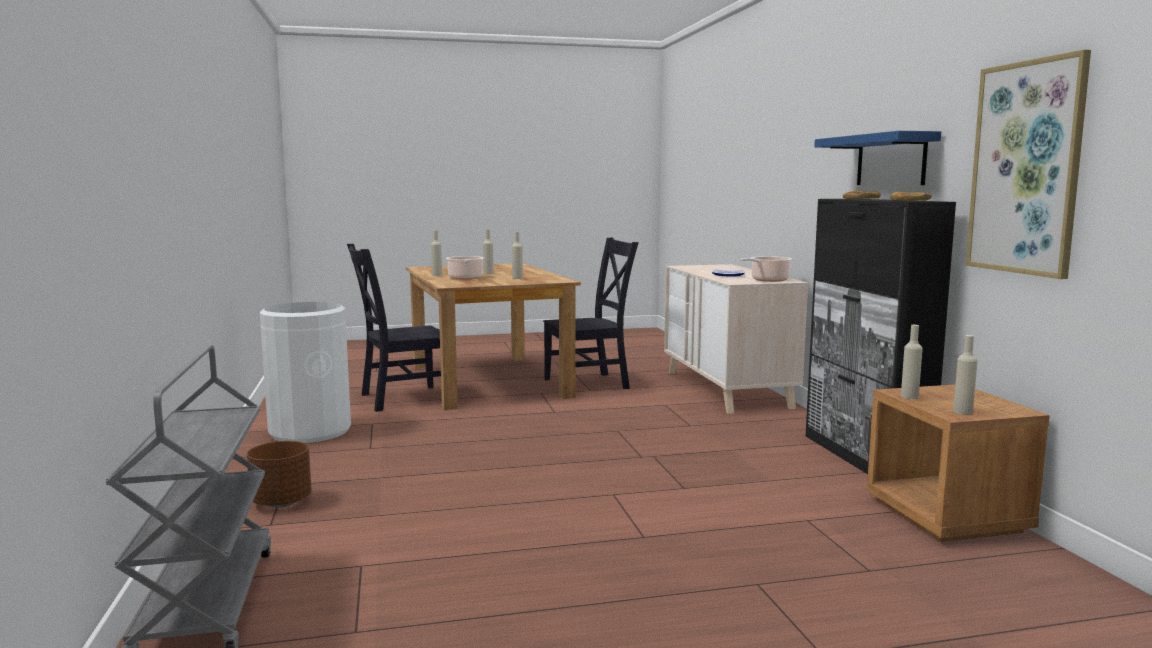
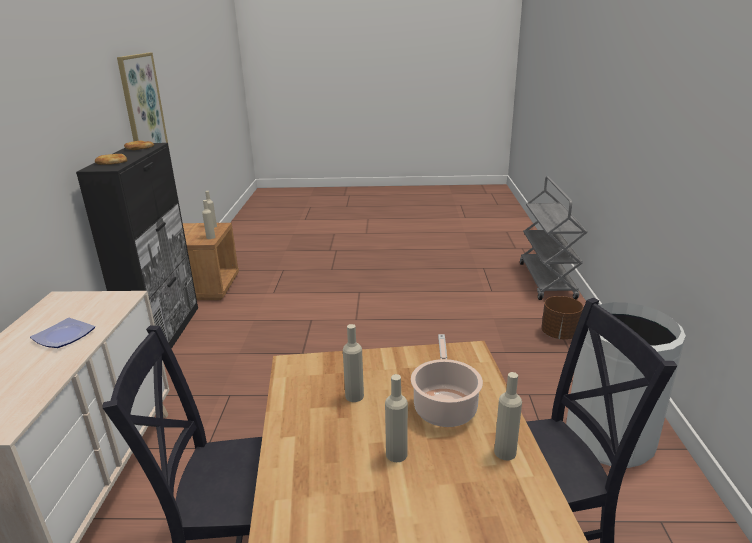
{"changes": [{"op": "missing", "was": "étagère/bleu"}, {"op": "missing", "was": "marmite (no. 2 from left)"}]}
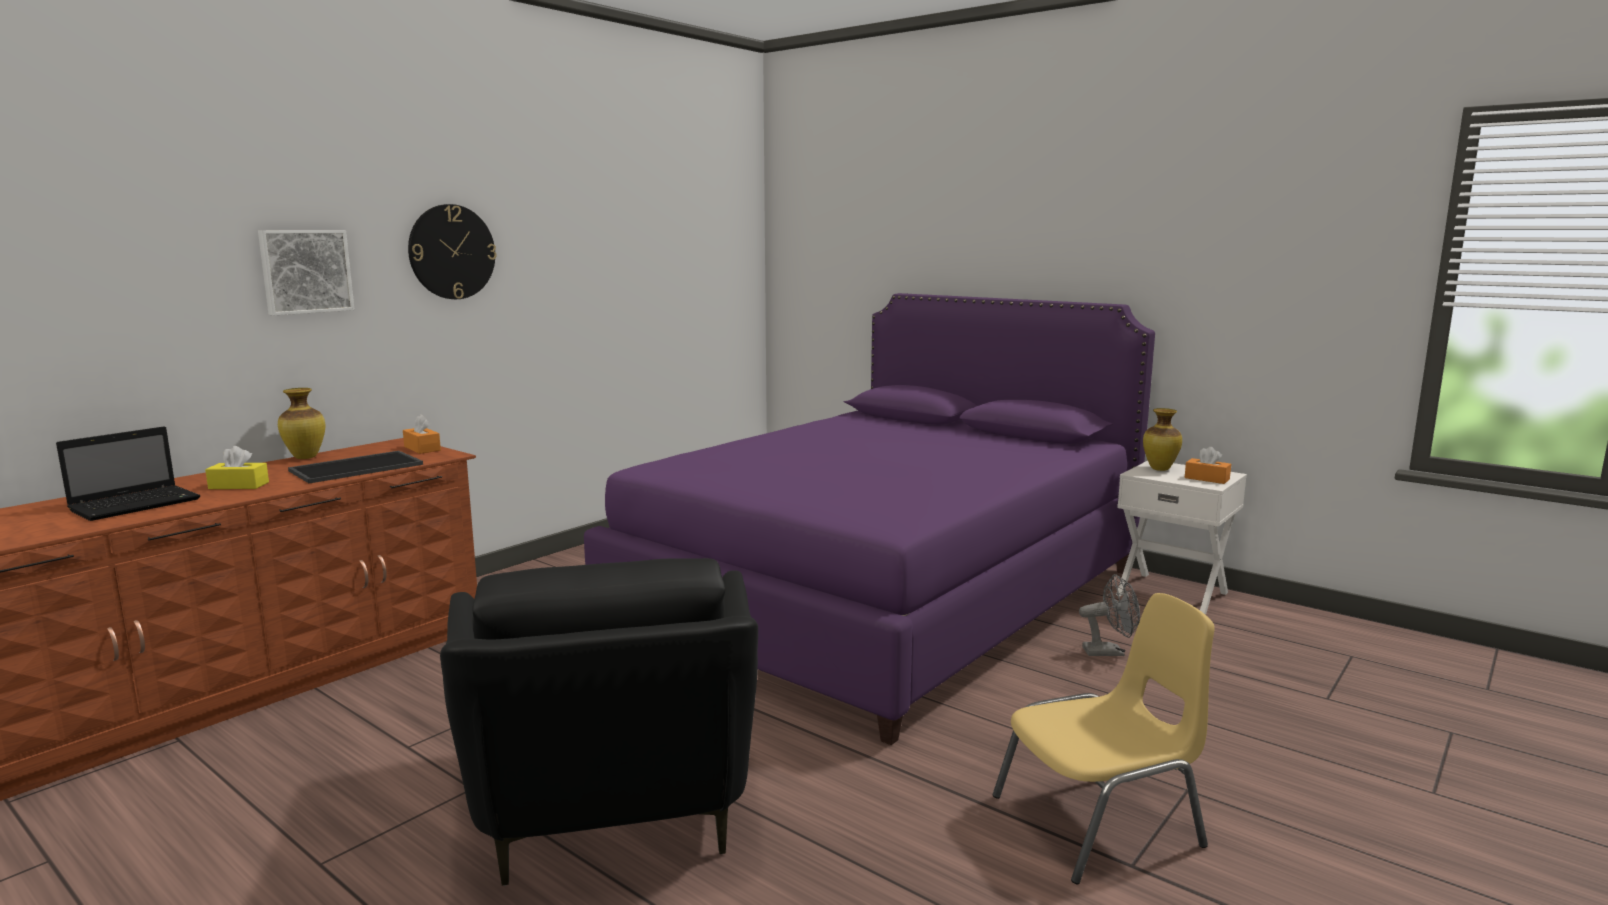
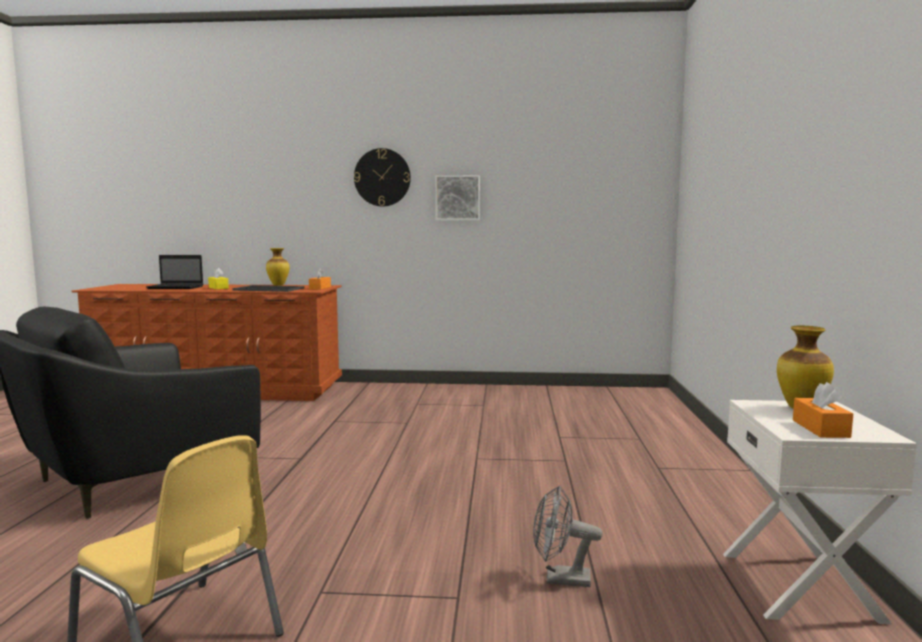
{"changes": [{"op": "relocated", "was": "tableau"}, {"op": "missing", "was": "lit/violet"}, {"op": "spun", "was": "ventilateur/gris", "clockwise": 135}]}
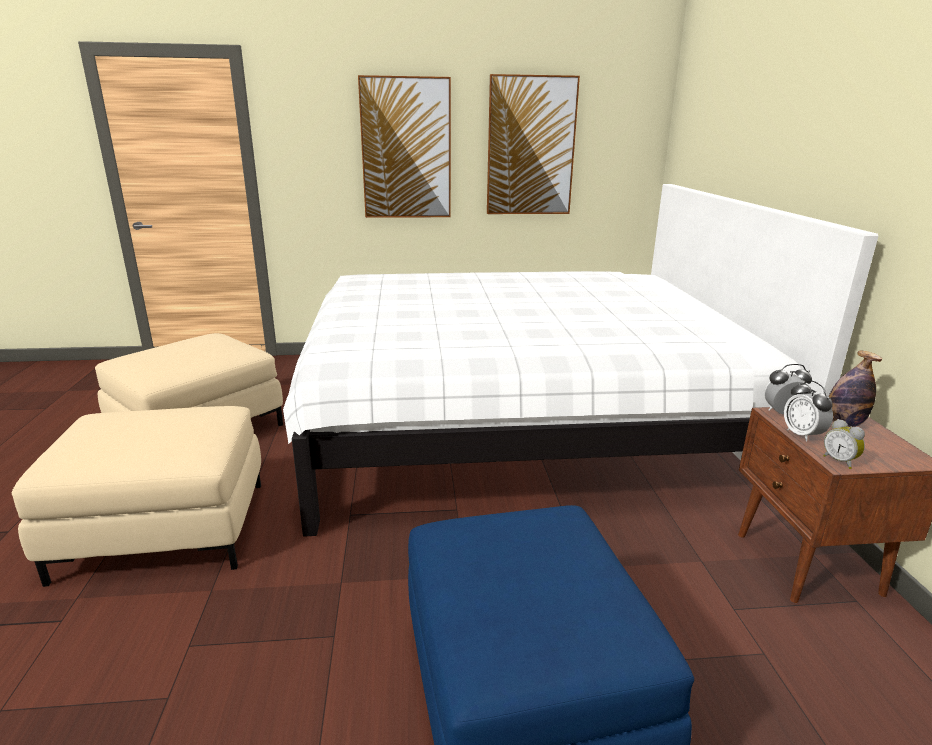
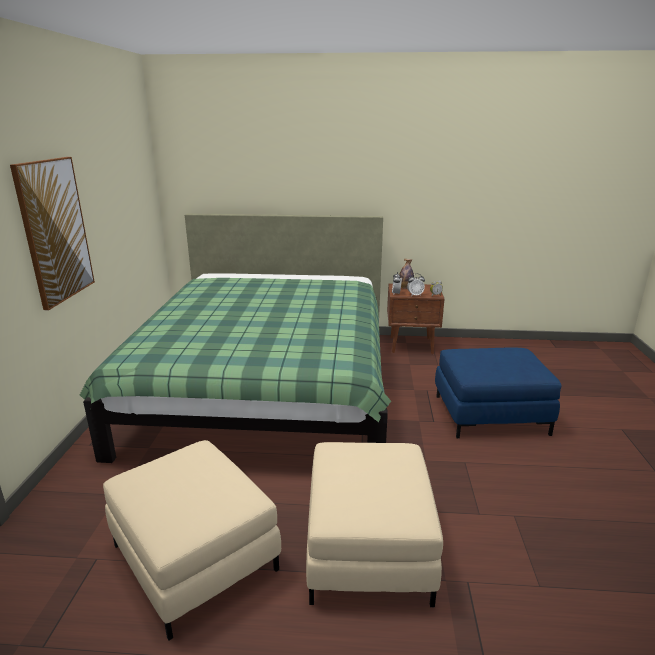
{"changes": [{"op": "missing", "was": "tableau (no. 2 from left)"}, {"op": "colour", "was": "lit/blanc", "now": "lit/vert"}]}
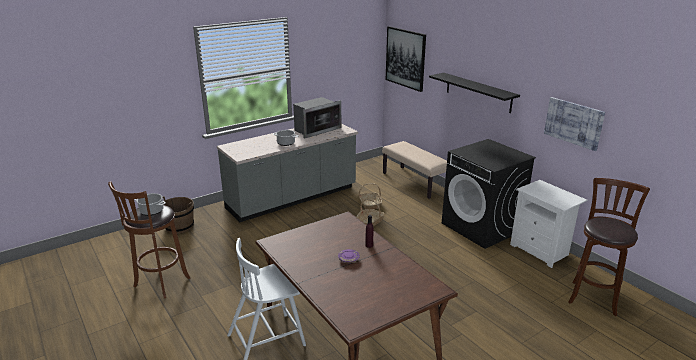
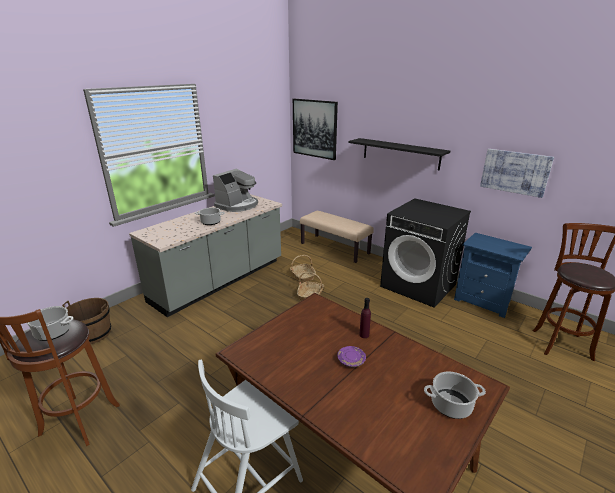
{"changes": [{"op": "exchanged", "was": "micro-ondes", "now": "machine à café"}, {"op": "colour", "was": "table de chevet/blanc", "now": "table de chevet/bleu"}, {"op": "appeared", "now": "marmite (no. 3 from left)"}]}
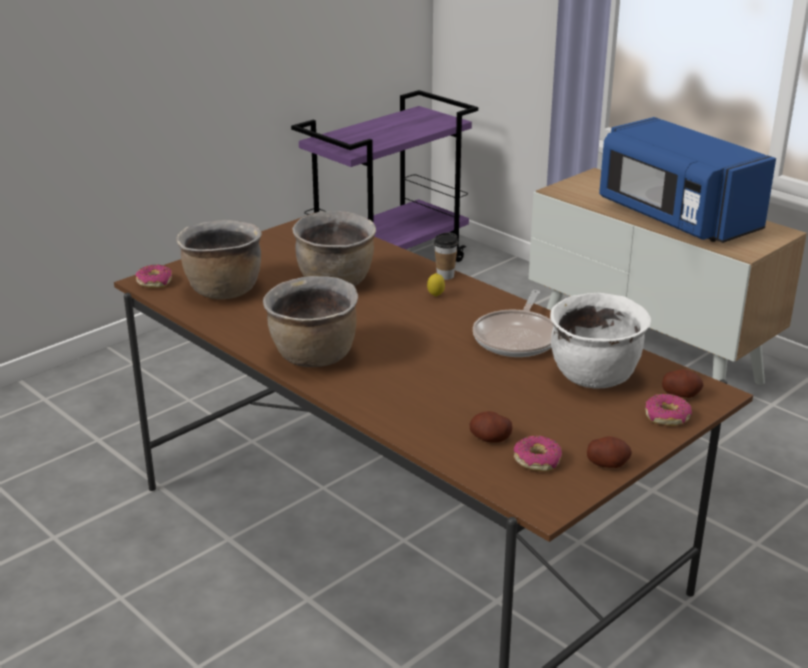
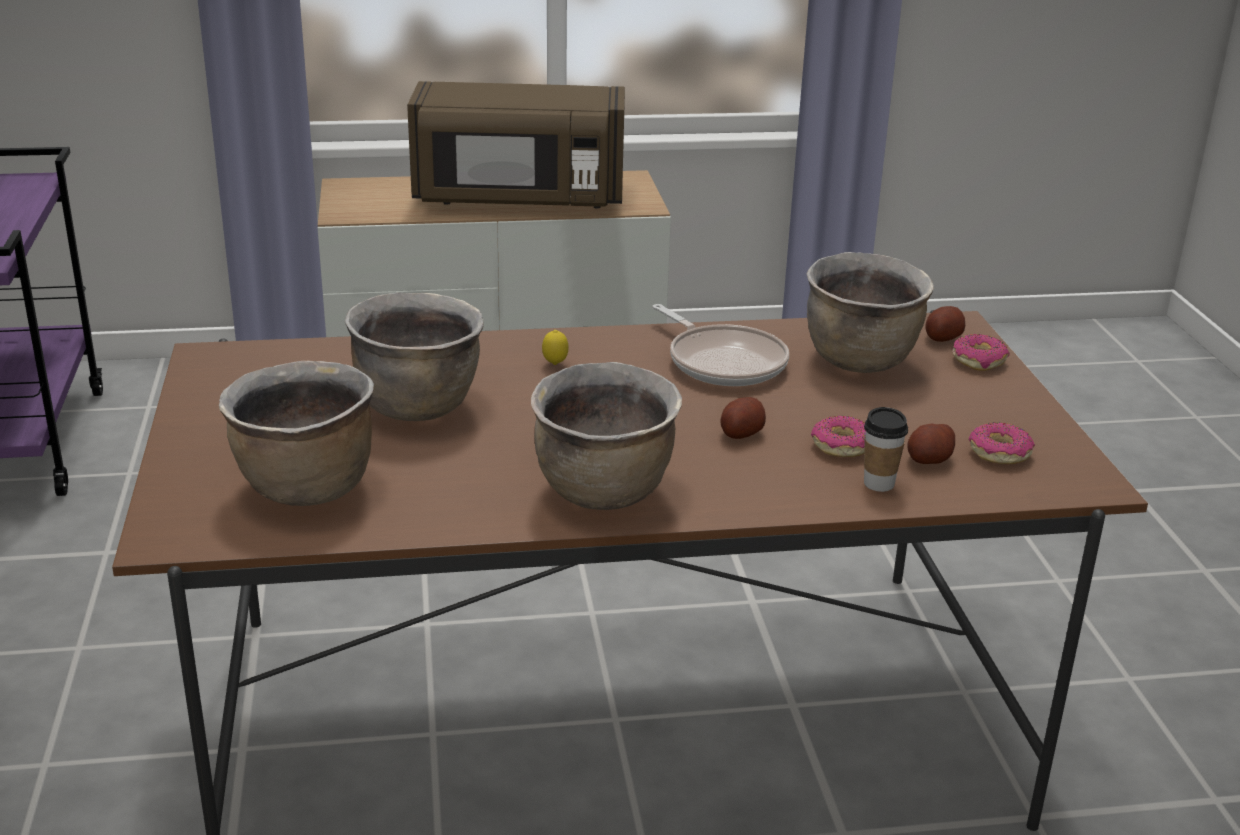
{"changes": [{"op": "colour", "was": "micro-ondes/bleu", "now": "micro-ondes/marron"}, {"op": "relocated", "was": "tasse"}, {"op": "relocated", "was": "beignet (no. 1 from left)"}, {"op": "colour", "was": "marmite/blanc", "now": "marmite/marron (no. 4 from left)"}, {"op": "relocated", "was": "pomme de terre (no. 2 from left in the first image)", "now": "pomme de terre (no. 1 from left)"}]}
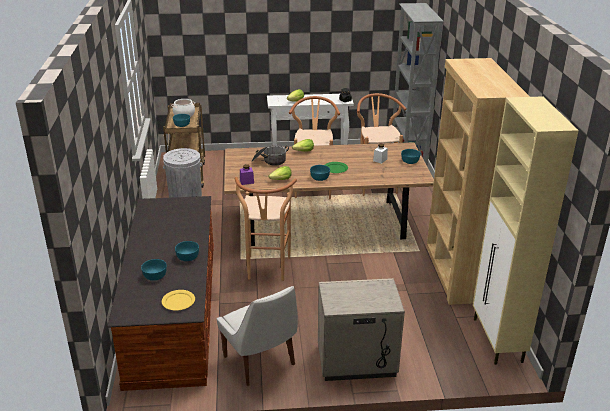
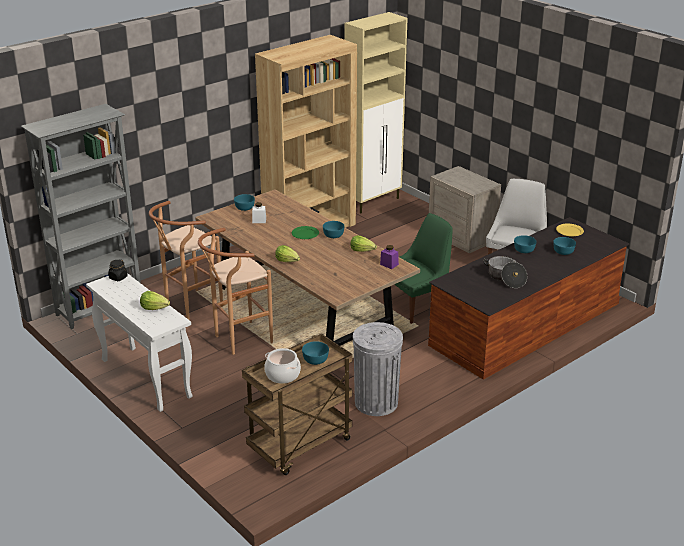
{"changes": [{"op": "relocated", "was": "marmite (no. 2 from left)"}, {"op": "exchanged", "was": "tabouret/marron (no. 1 from left)", "now": "chaise/vert"}]}
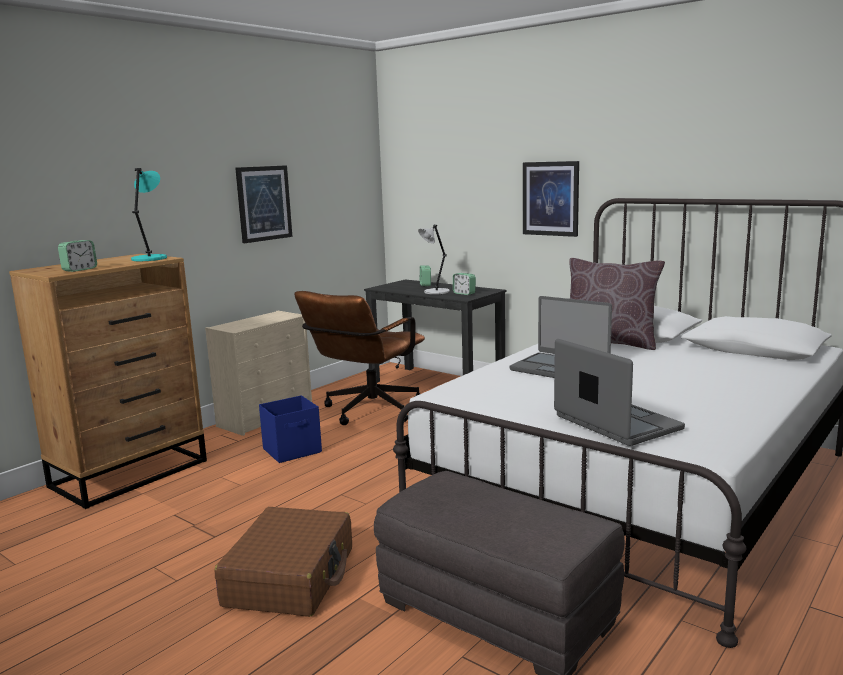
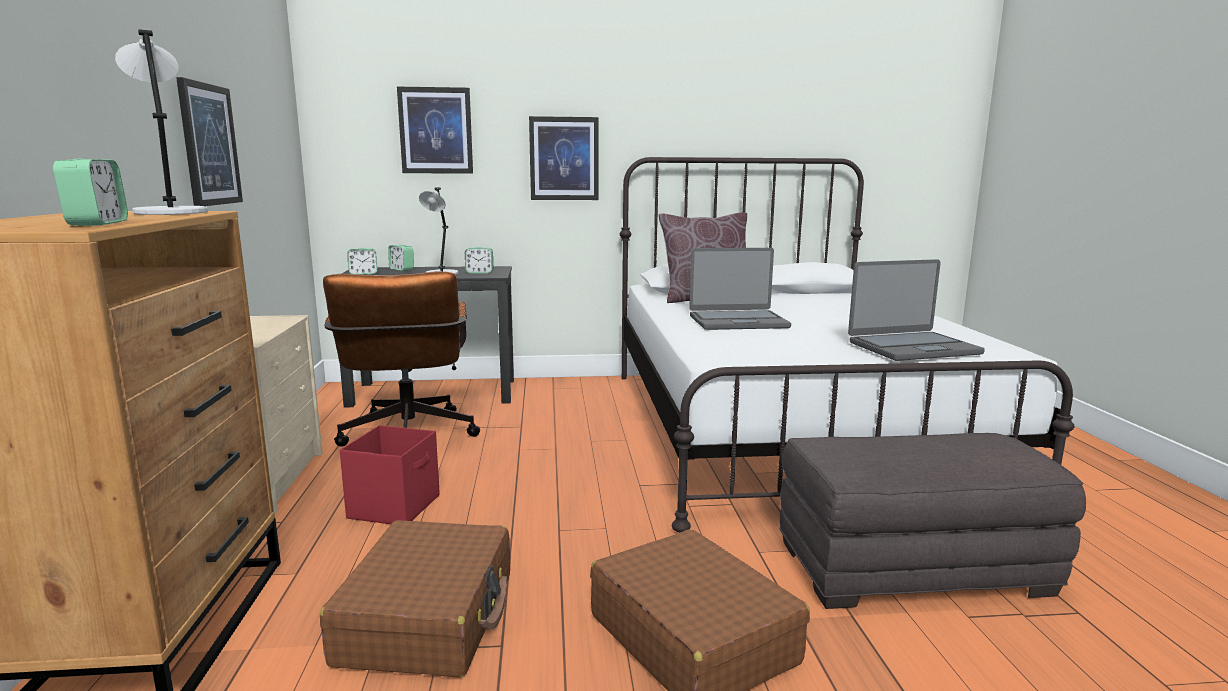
{"changes": [{"op": "colour", "was": "lampe de table/turquoise", "now": "lampe de table/gris (no. 1 from left)"}, {"op": "spun", "was": "ordinateur portable (no. 2 from left)", "clockwise": 150}, {"op": "colour", "was": "boîte de rangement/bleu", "now": "boîte de rangement/rouge"}, {"op": "appeared", "now": "tableau (no. 2 from left)"}, {"op": "appeared", "now": "réveil (no. 2 from left)"}, {"op": "appeared", "now": "valise/marron (no. 1 from left)"}]}
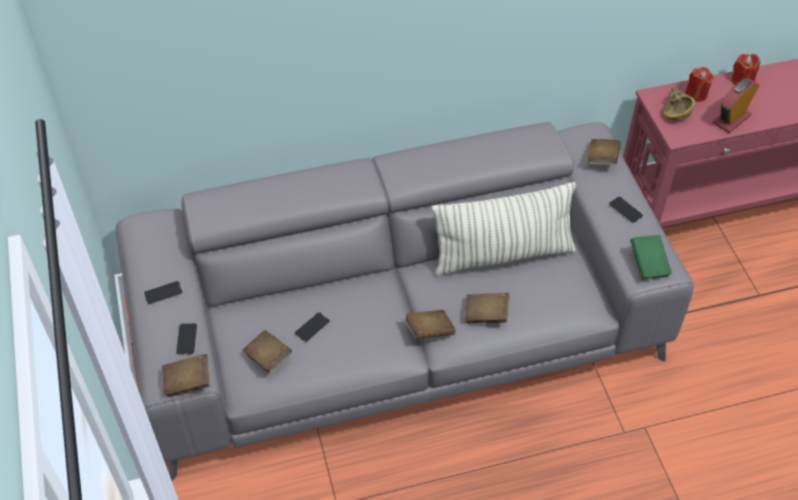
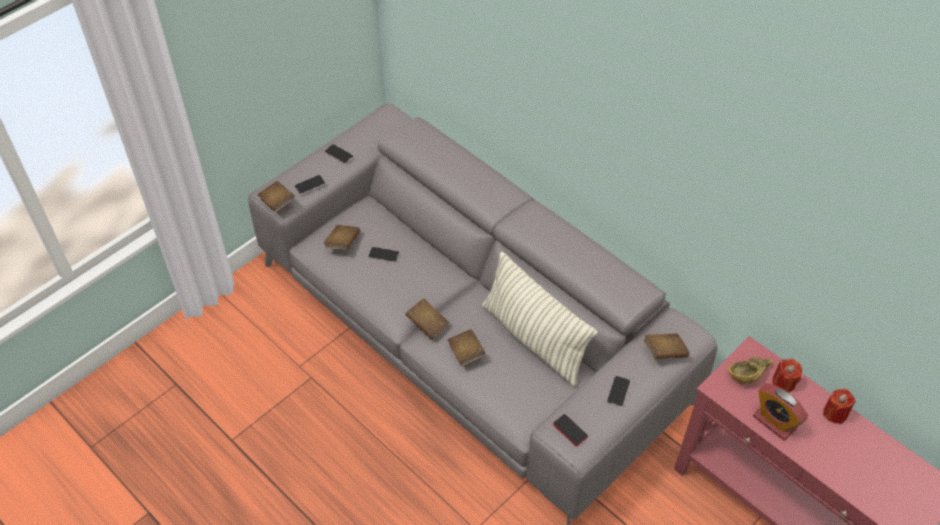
{"changes": [{"op": "spun", "was": "réveil", "clockwise": -150}, {"op": "exchanged", "was": "livre/vert", "now": "téléphone (no. 4 from left)"}]}
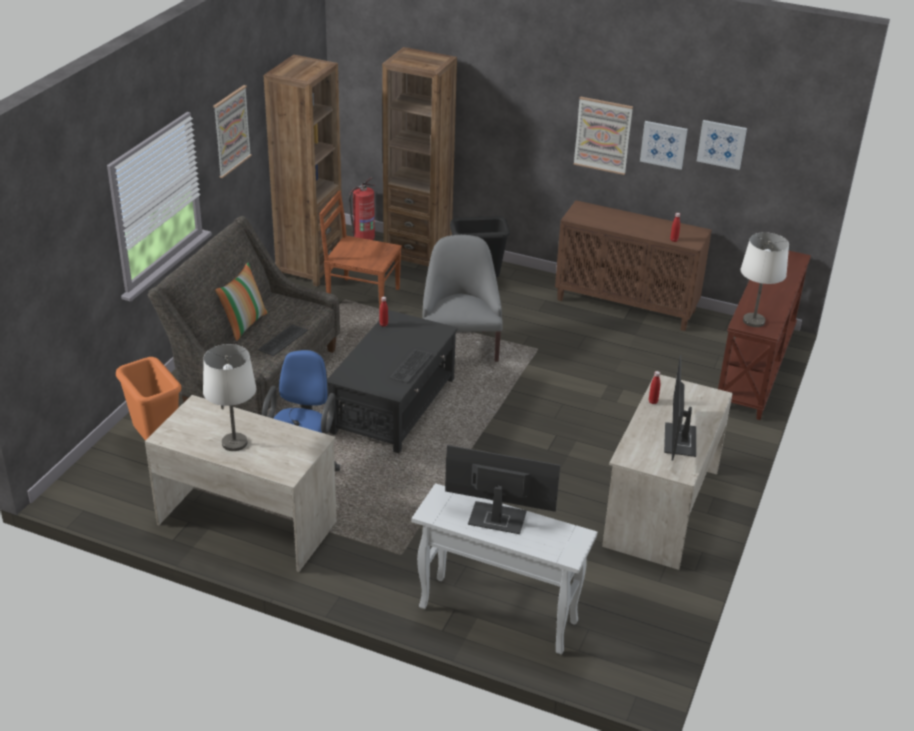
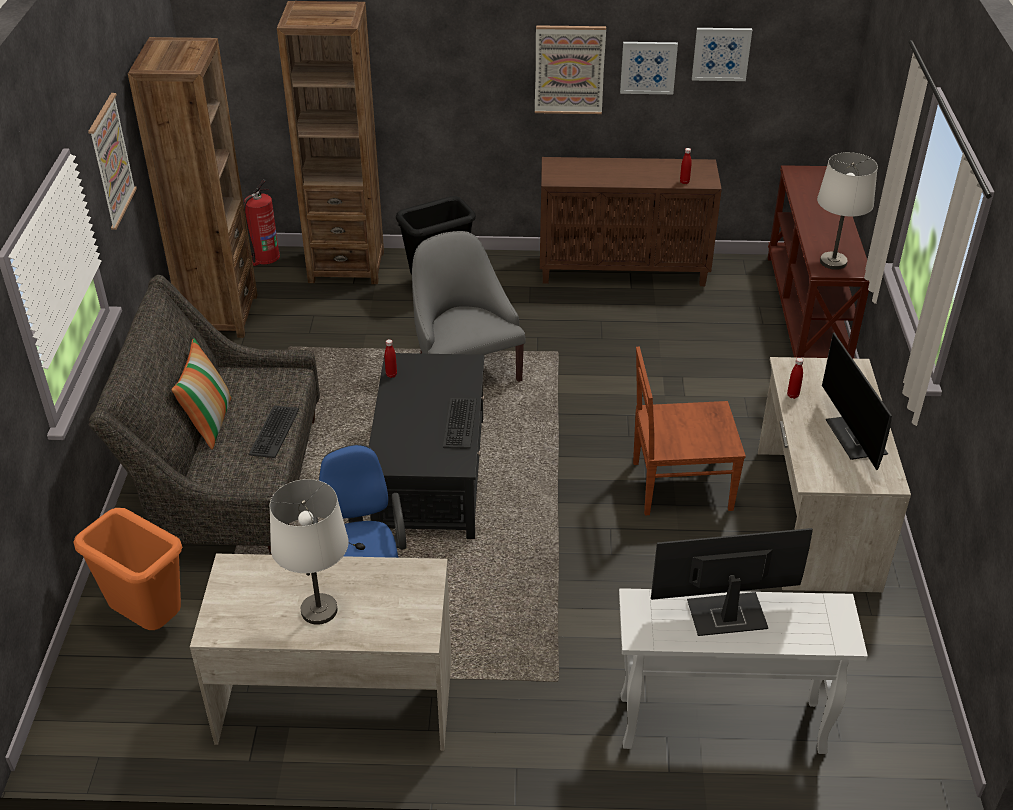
{"changes": [{"op": "relocated", "was": "chaise/marron"}]}
